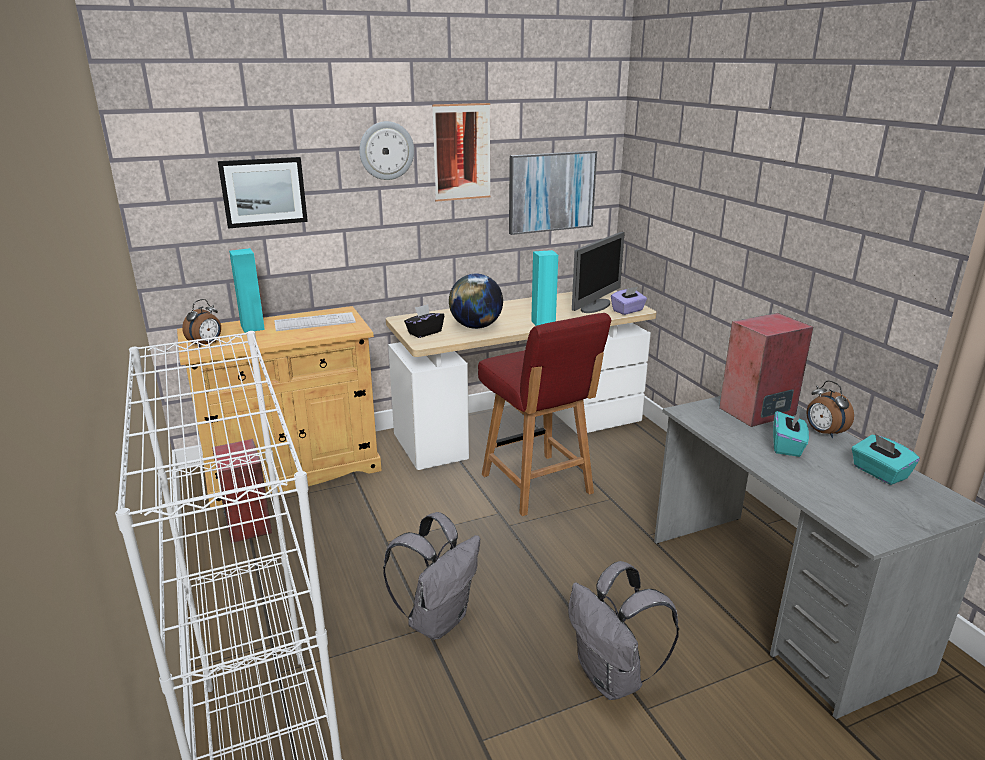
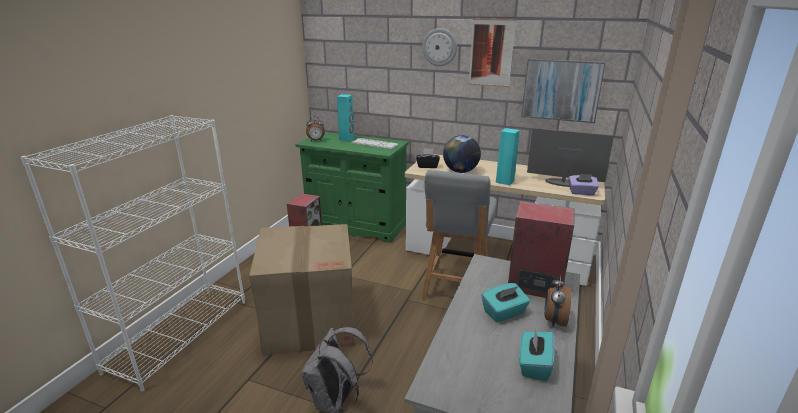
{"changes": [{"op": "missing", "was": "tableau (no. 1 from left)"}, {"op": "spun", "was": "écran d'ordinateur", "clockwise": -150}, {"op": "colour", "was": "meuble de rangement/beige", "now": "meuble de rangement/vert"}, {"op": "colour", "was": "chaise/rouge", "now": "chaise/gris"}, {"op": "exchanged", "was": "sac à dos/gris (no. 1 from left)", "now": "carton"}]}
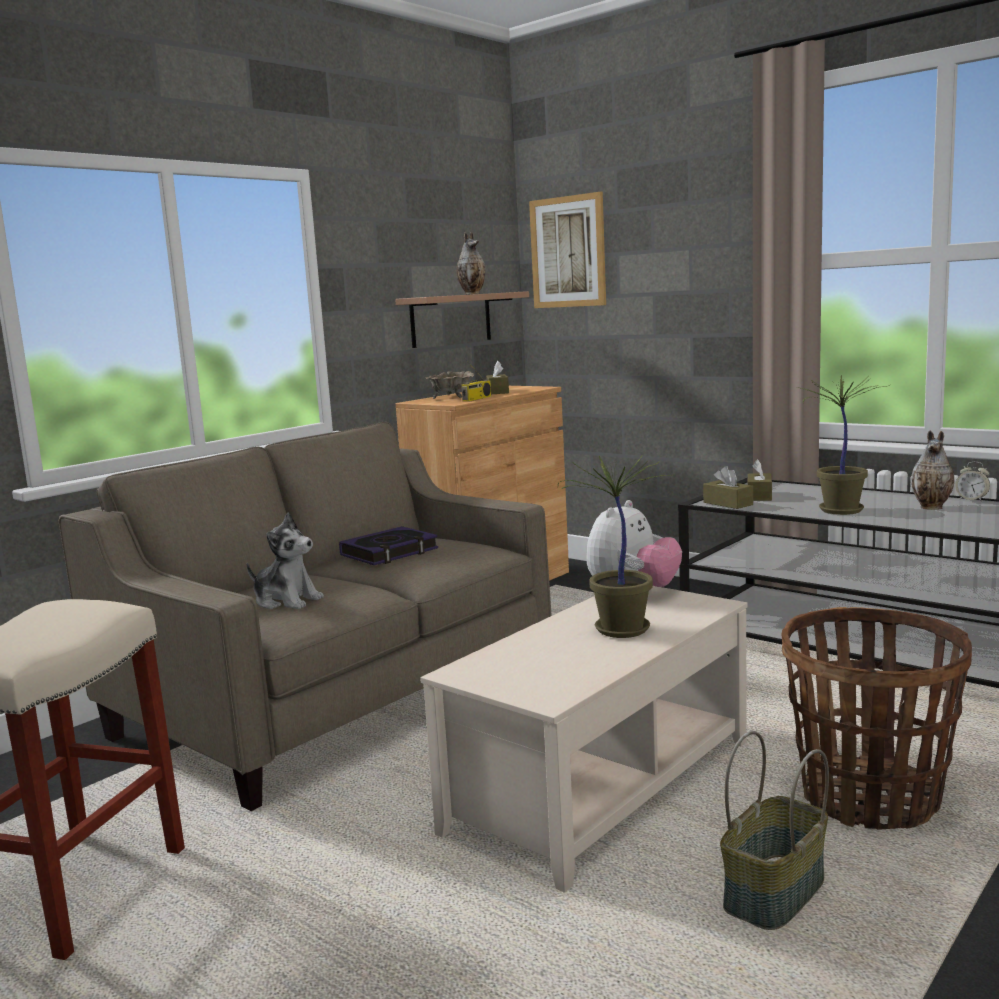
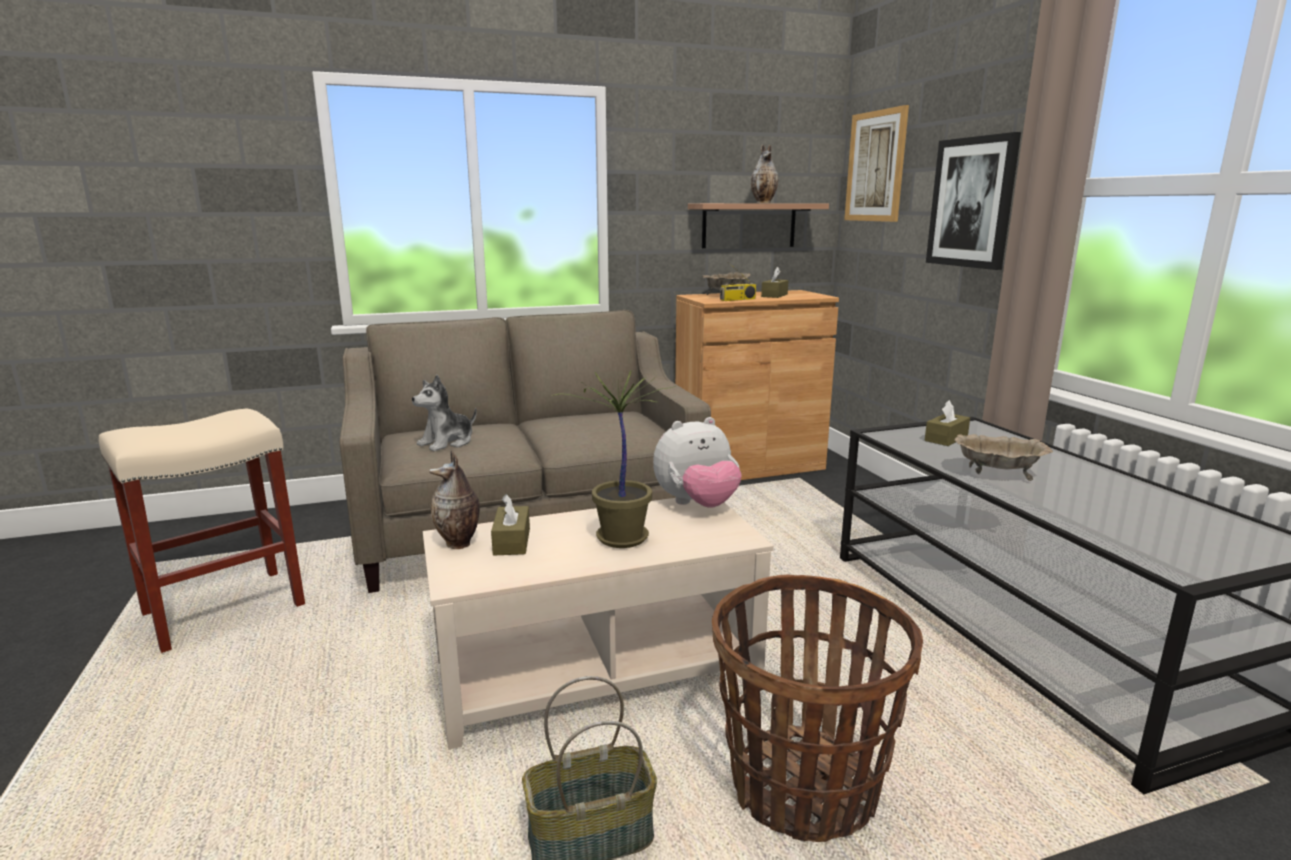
{"changes": [{"op": "exchanged", "was": "plante en pot (no. 2 from left)", "now": "bol/beige (no. 2 from left)"}, {"op": "relocated", "was": "vase (no. 2 from left in the first image)", "now": "vase (no. 1 from left)"}, {"op": "missing", "was": "réveil"}, {"op": "relocated", "was": "boîte à mouchoirs/marron (no. 2 from left in the first image)", "now": "boîte à mouchoirs/marron (no. 1 from left)"}, {"op": "spun", "was": "peluche (no. 1 from left)", "clockwise": 75}, {"op": "missing", "was": "livre"}, {"op": "appeared", "now": "tableau (no. 2 from left)"}]}
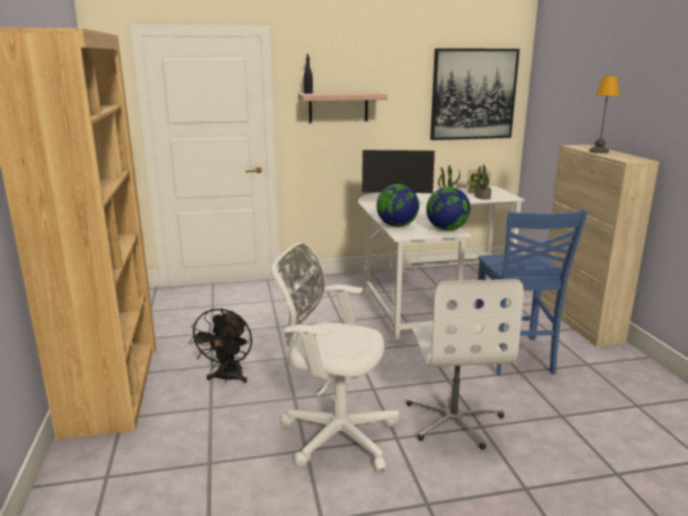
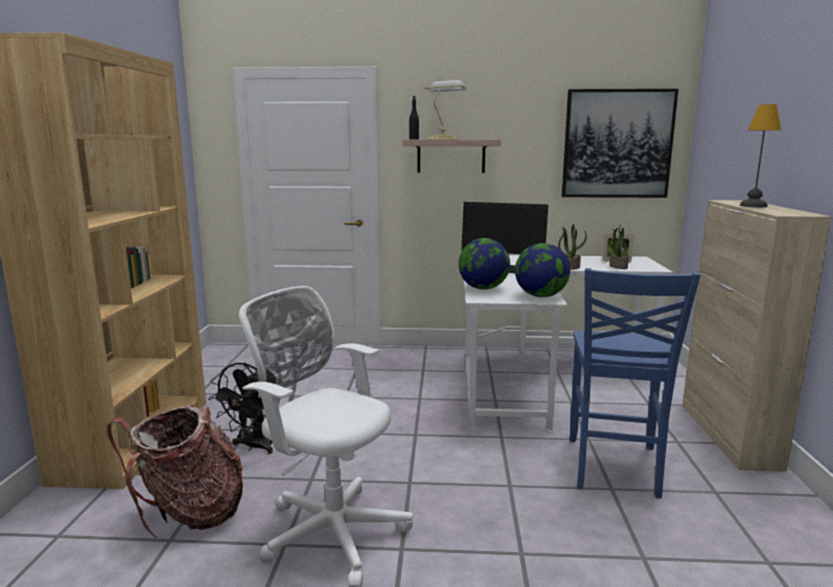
{"changes": [{"op": "missing", "was": "chaise de bureau/blanc (no. 2 from left)"}, {"op": "appeared", "now": "lampe de table (no. 1 from left)"}, {"op": "appeared", "now": "sac à dos"}]}
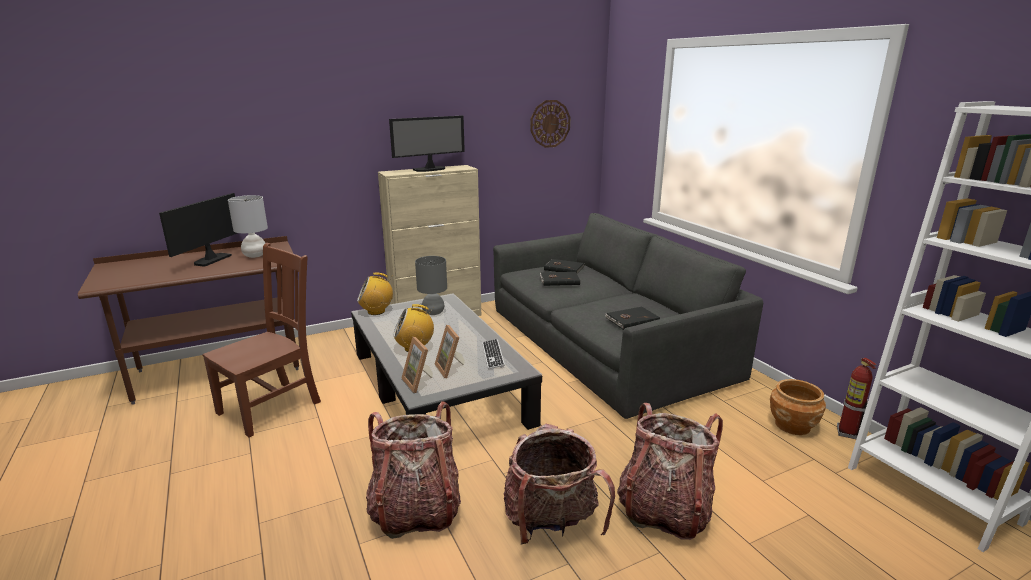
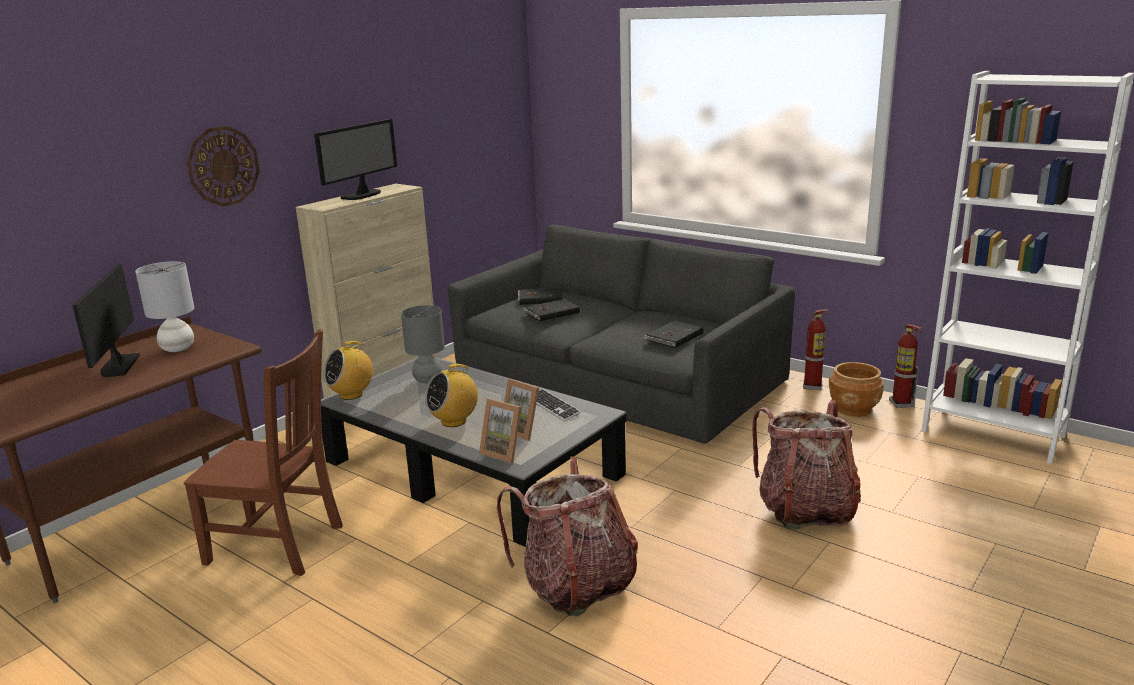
{"changes": [{"op": "relocated", "was": "horloge murale"}, {"op": "spun", "was": "chaise/marron", "clockwise": 90}, {"op": "missing", "was": "sac à dos (no. 2 from left)"}, {"op": "appeared", "now": "extincteur (no. 1 from left)"}]}
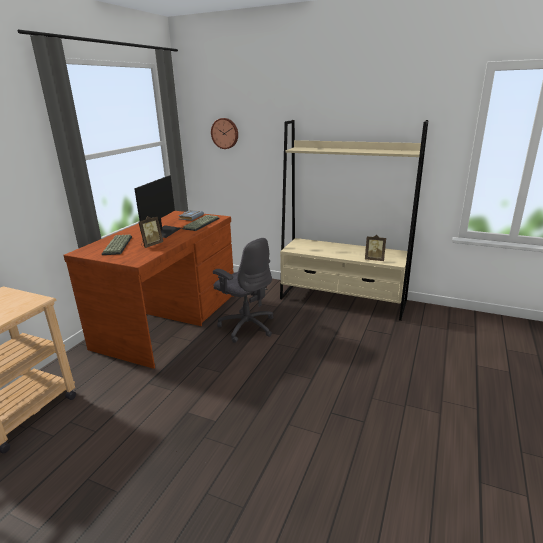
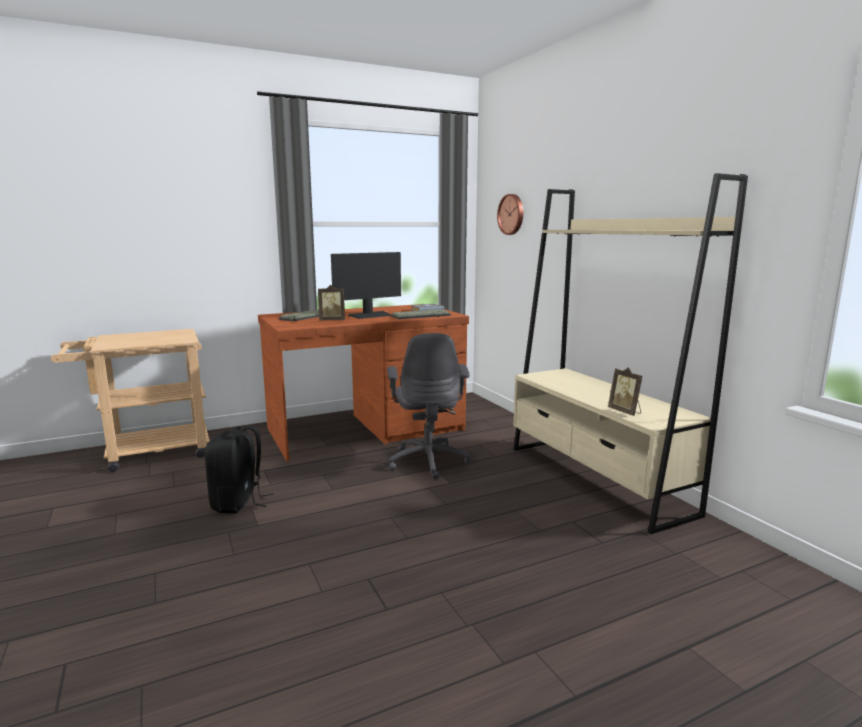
{"changes": [{"op": "appeared", "now": "sac à dos/noir"}]}
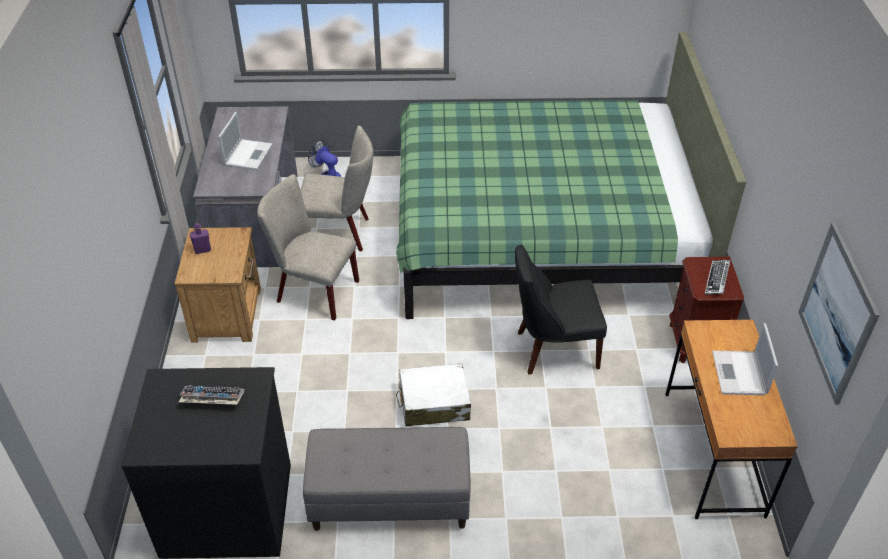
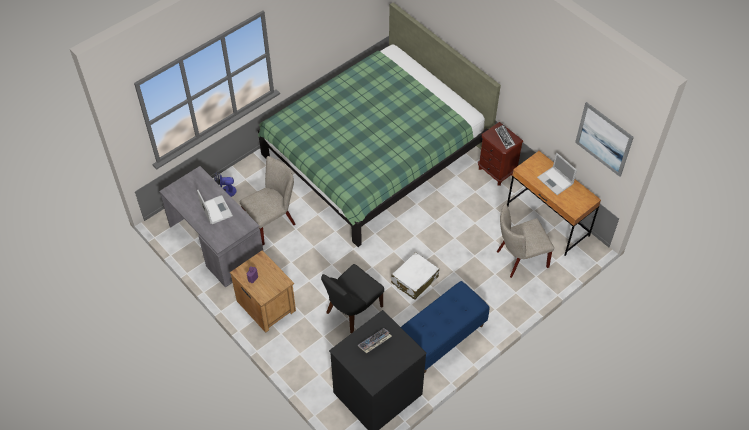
{"changes": [{"op": "relocated", "was": "chaise/beige (no. 1 from left in the first image)", "now": "chaise/beige (no. 2 from left)"}, {"op": "relocated", "was": "chaise/noir"}, {"op": "colour", "was": "banc/gris", "now": "banc/bleu"}]}
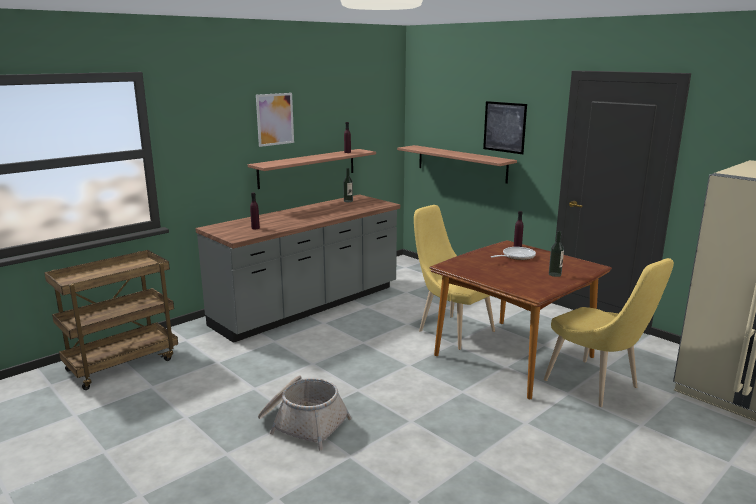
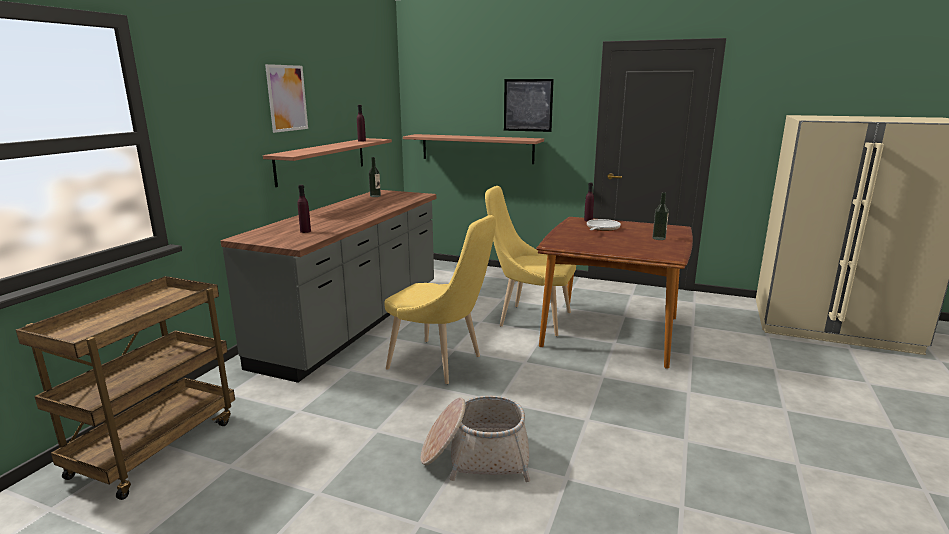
{"changes": [{"op": "relocated", "was": "chaise/jaune (no. 2 from left in the first image)", "now": "chaise/jaune (no. 1 from left)"}]}
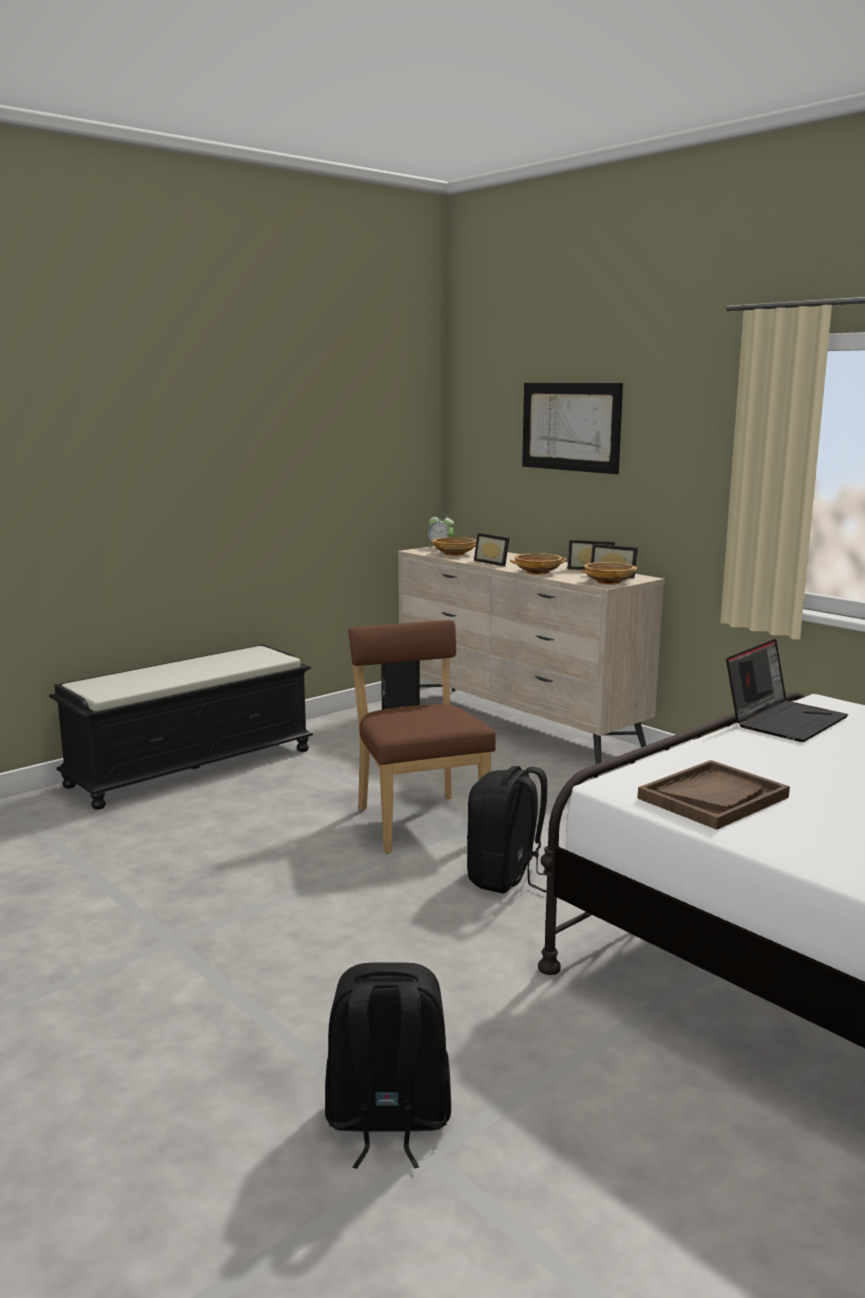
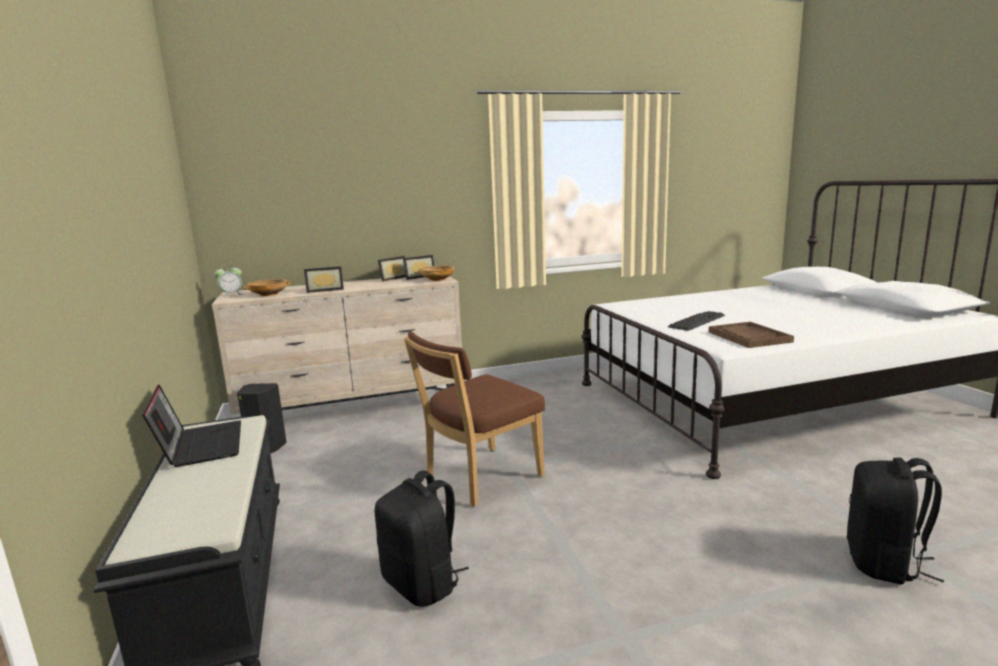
{"changes": [{"op": "missing", "was": "tableau"}, {"op": "missing", "was": "bol/beige (no. 2 from left)"}, {"op": "spun", "was": "chaise/marron", "clockwise": -45}, {"op": "relocated", "was": "ordinateur portable"}, {"op": "relocated", "was": "sac à dos/noir (no. 2 from left in the first image)", "now": "sac à dos/noir (no. 1 from left)"}, {"op": "appeared", "now": "clavier"}]}
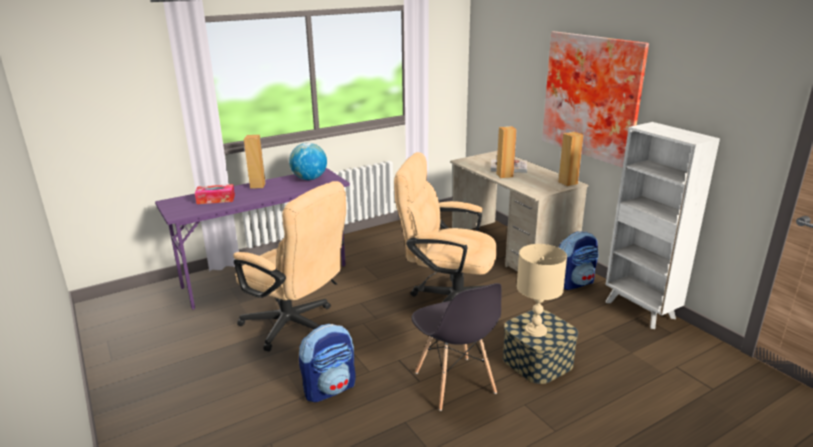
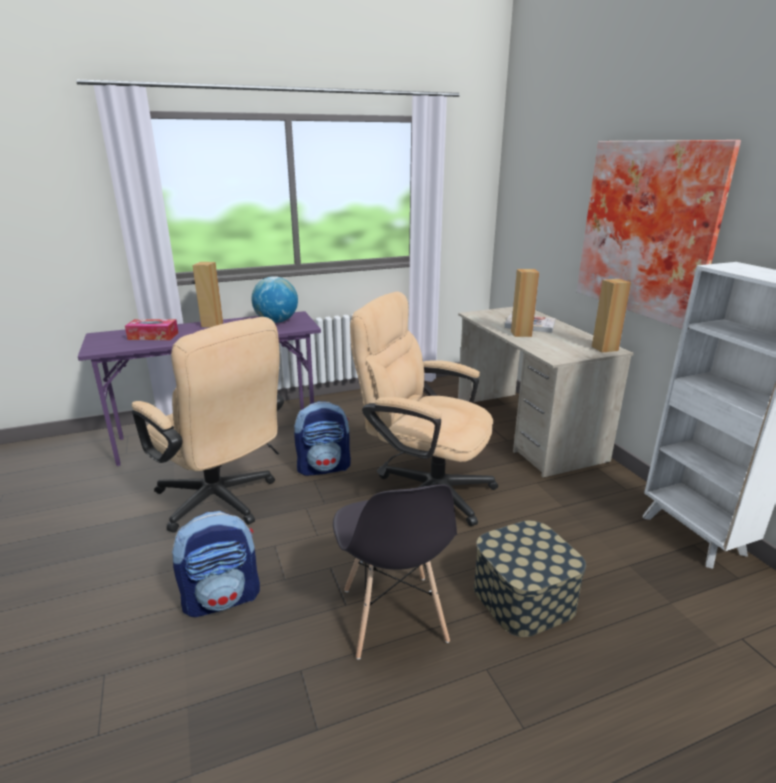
{"changes": [{"op": "relocated", "was": "sac à dos (no. 2 from left)"}, {"op": "missing", "was": "lampe de table/beige"}]}
